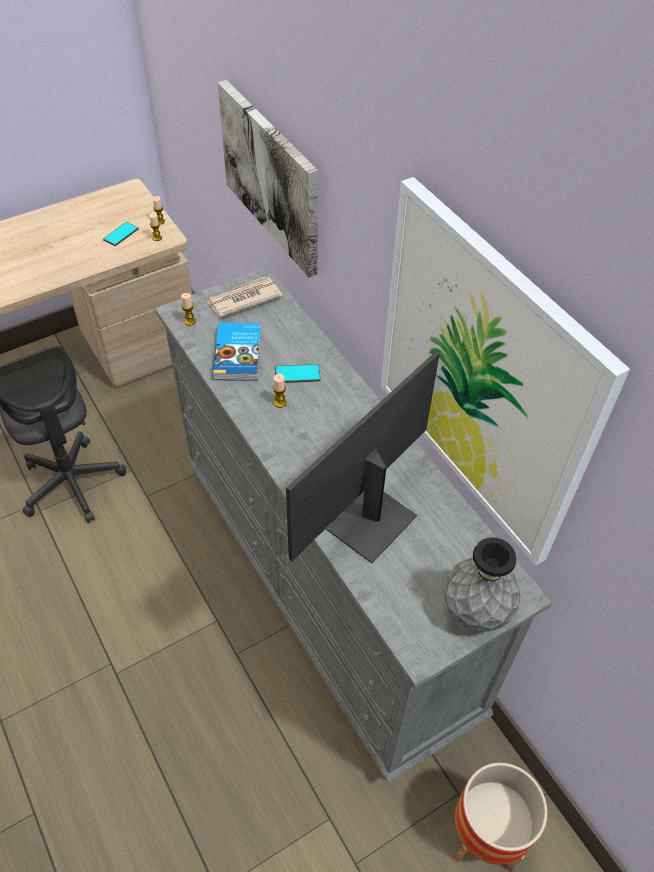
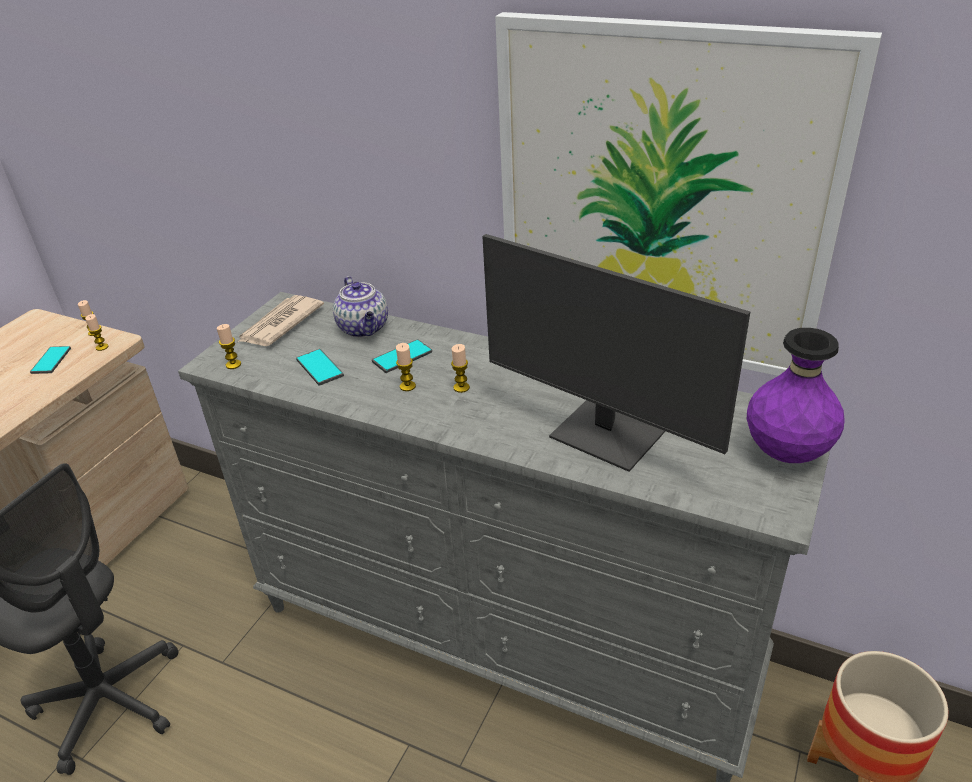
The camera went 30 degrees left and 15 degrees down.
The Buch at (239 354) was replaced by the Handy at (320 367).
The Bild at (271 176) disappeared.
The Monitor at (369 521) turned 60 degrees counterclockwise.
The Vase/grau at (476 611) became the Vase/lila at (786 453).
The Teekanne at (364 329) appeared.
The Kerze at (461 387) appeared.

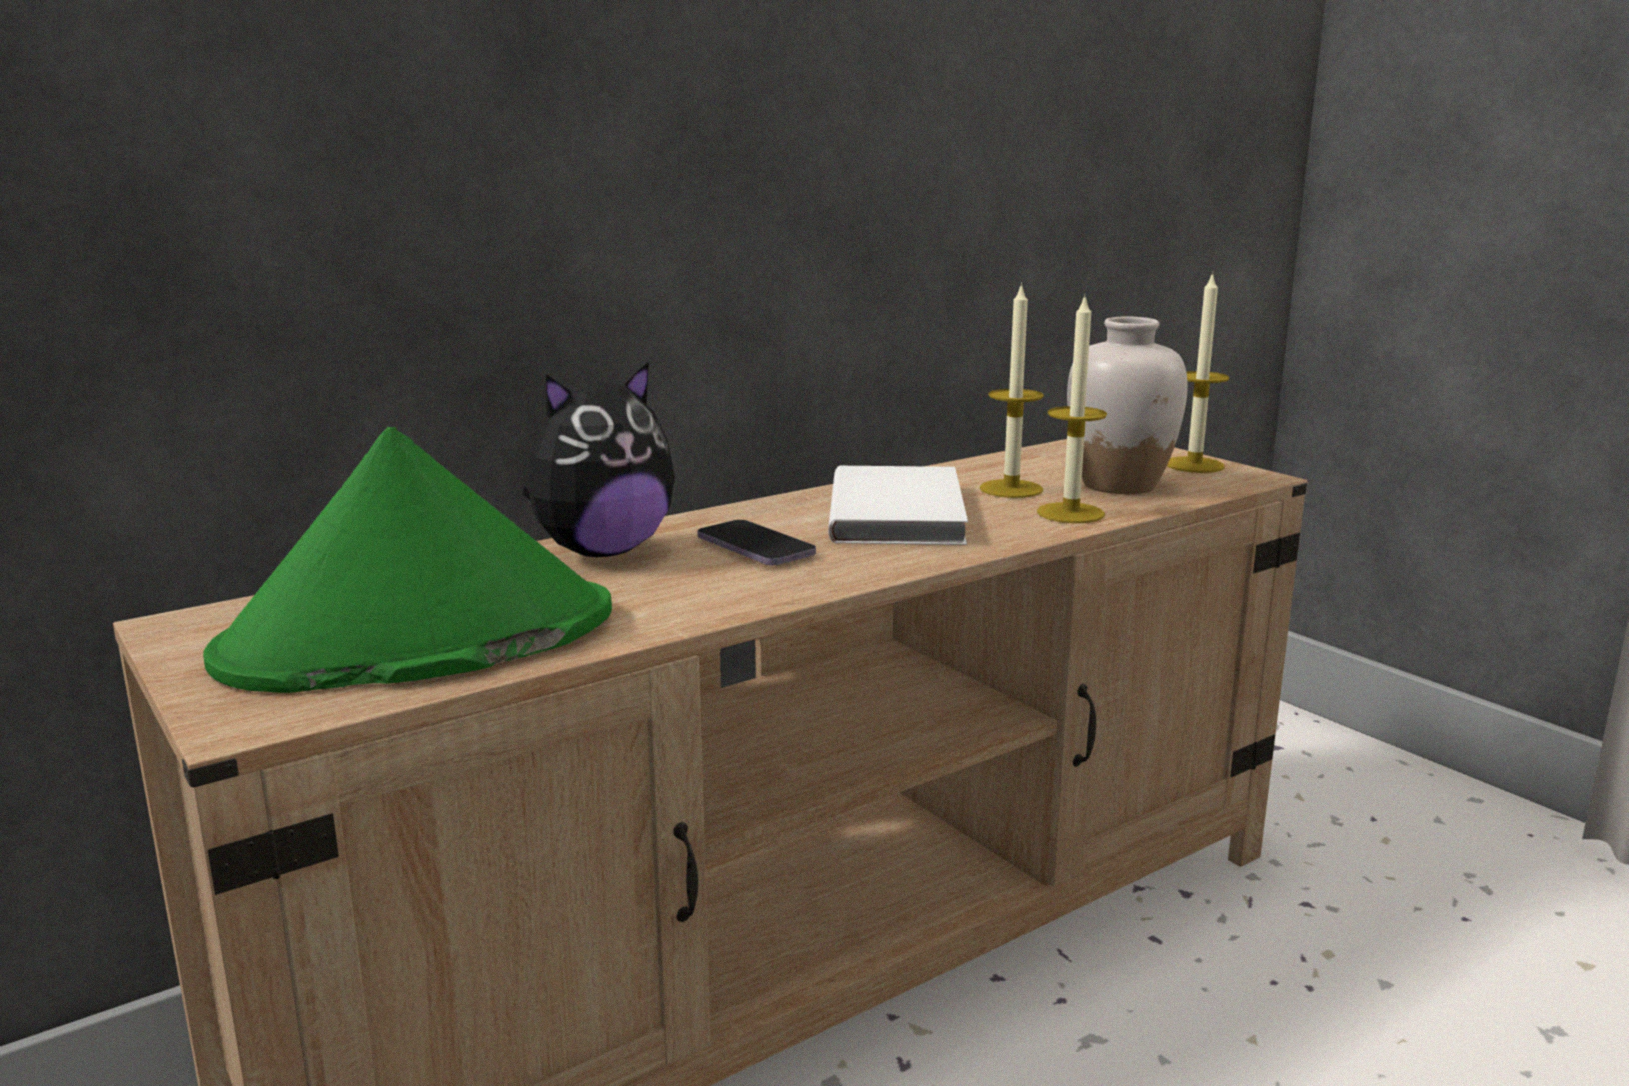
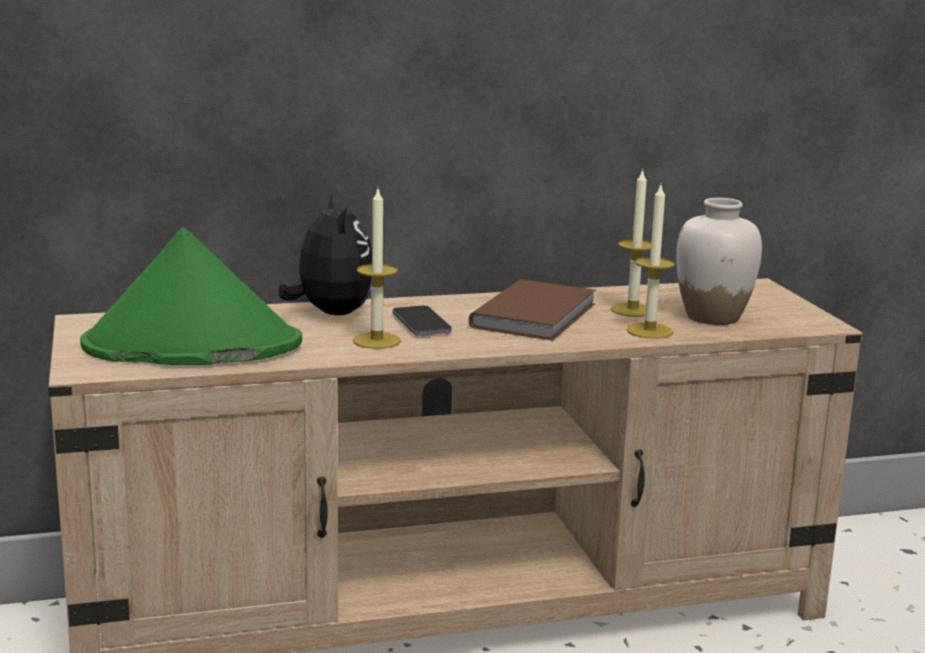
The camera went 20 degrees right and 0 degrees up.
The Plüschtier at (601 551) turned 90 degrees counterclockwise.
The Buch/weiß at (901 512) became the Buch/braun at (538 315).
The Kerze moved from (1194 465) to (377 340).

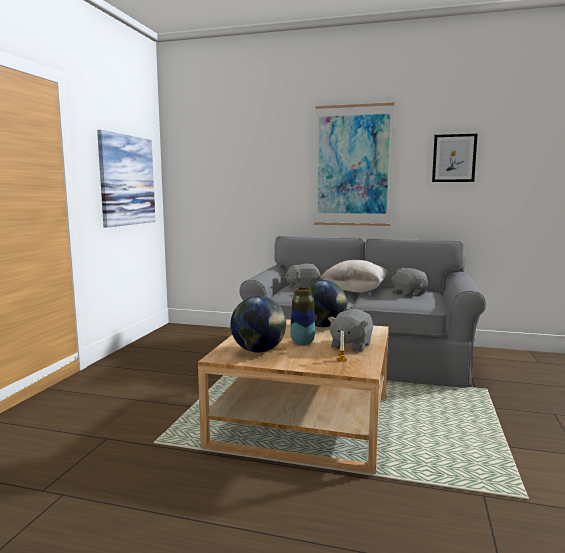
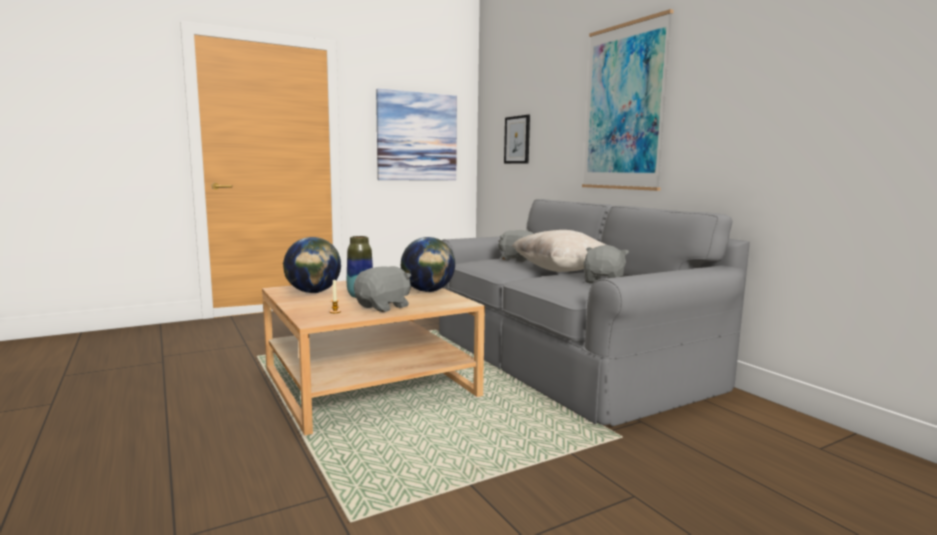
The camera went 45 degrees right and 0 degrees up.
The Plüschtier/grau at (350 345) turned 150 degrees clockwise.
The Bild moved from (454 158) to (517 140).

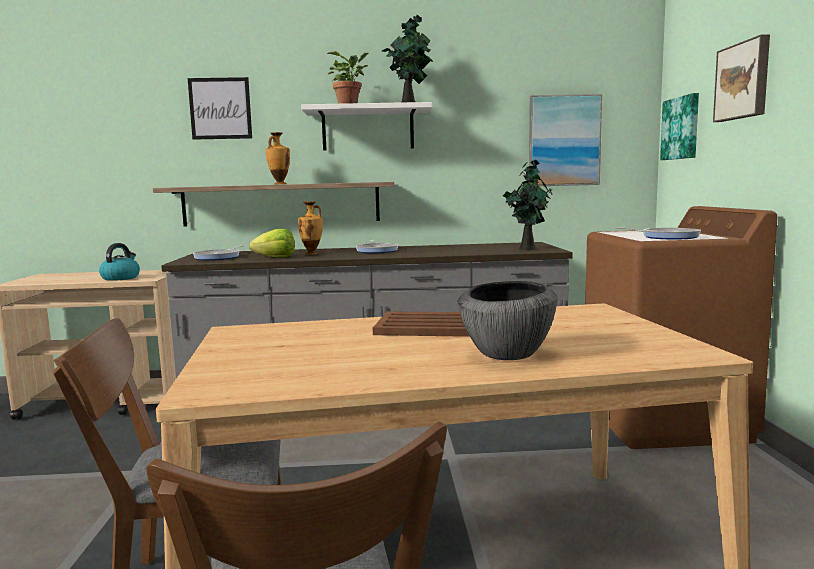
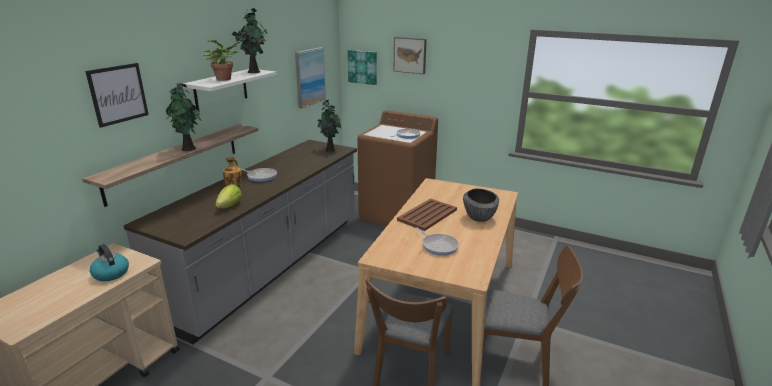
The camera went 60 degrees left and 15 degrees up.
The Pfanne moved from (219 257) to (438 246).
The Vase at (279 184) was replaced by the Topfpflanze at (189 149).

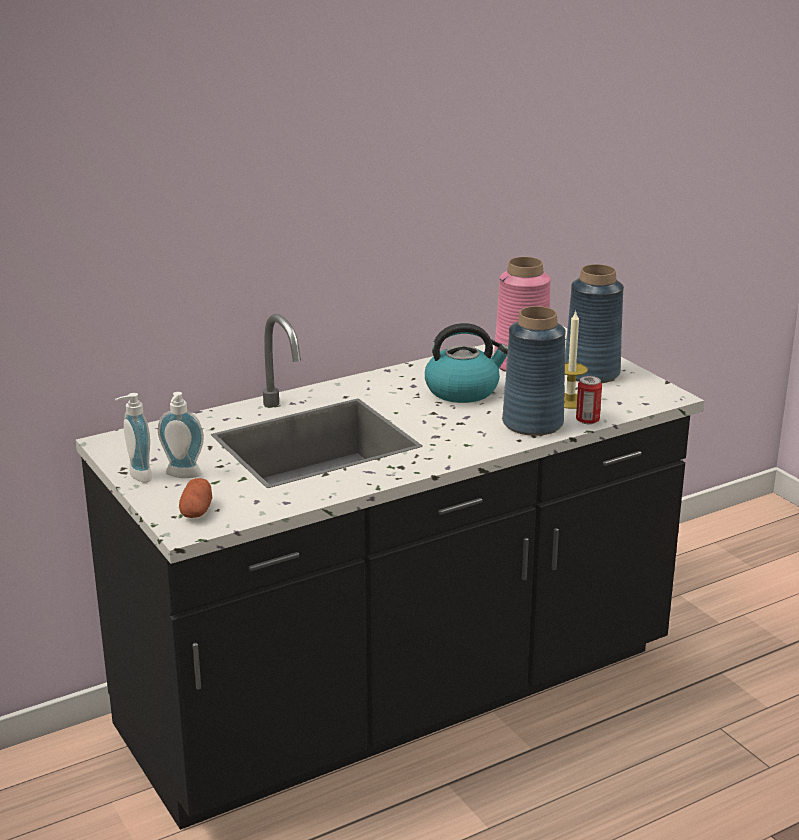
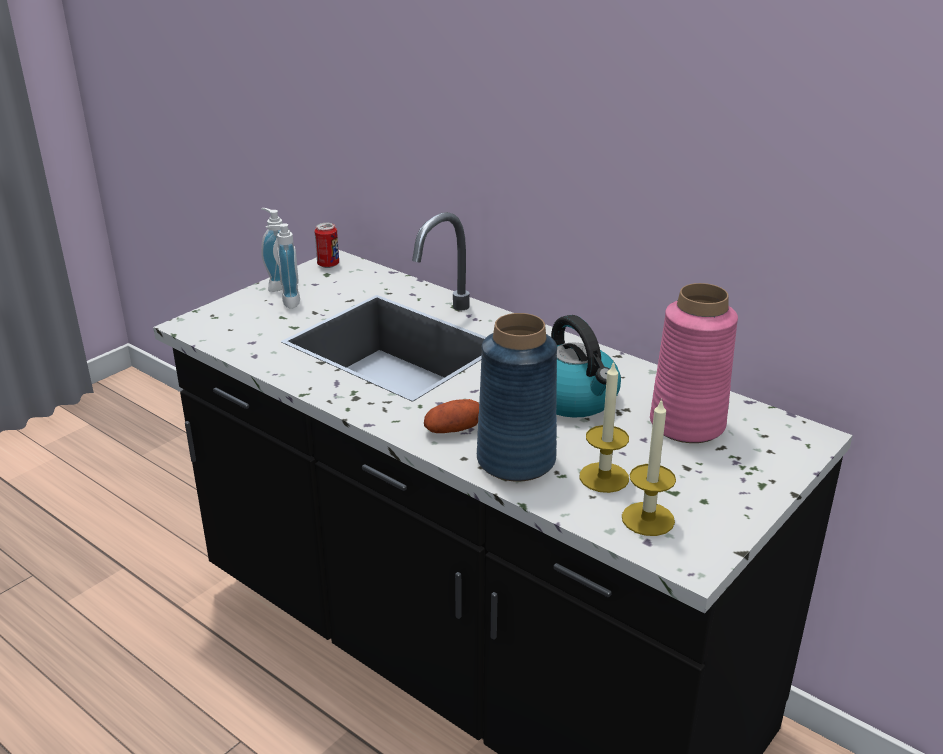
The camera went 70 degrees right and 5 degrees up.
The Kartoffel moved from (196 511) to (452 430).
The Vase/blau at (591 373) disappeared.
The Dose moved from (587 421) to (328 264).
The Kerze at (648 519) appeared.

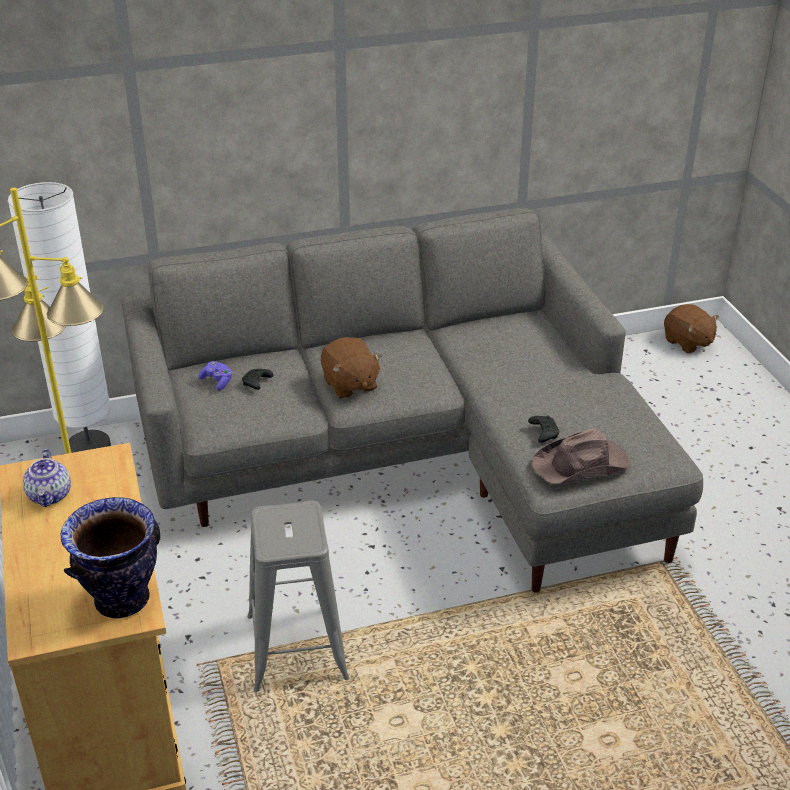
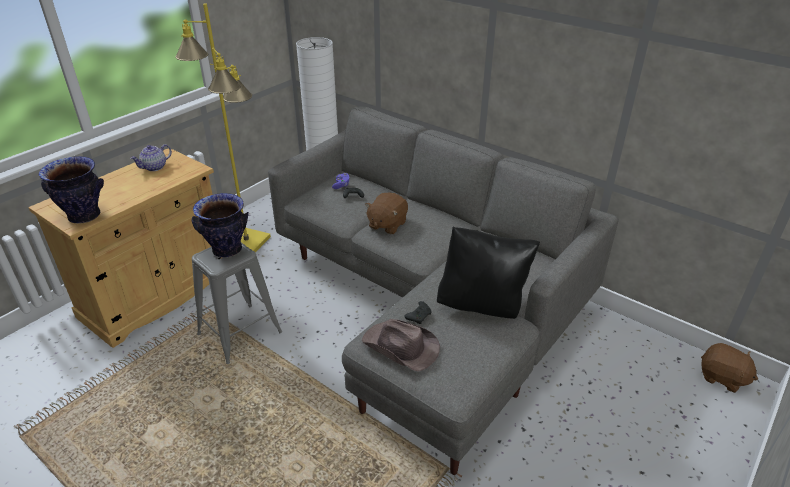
The camera went 55 degrees right and 0 degrees up.
The Plüschtier/braun at (687 342) turned 75 degrees counterclockwise.
The Vase at (227 250) appeared.
The Kissen/schwarz at (482 306) appeared.

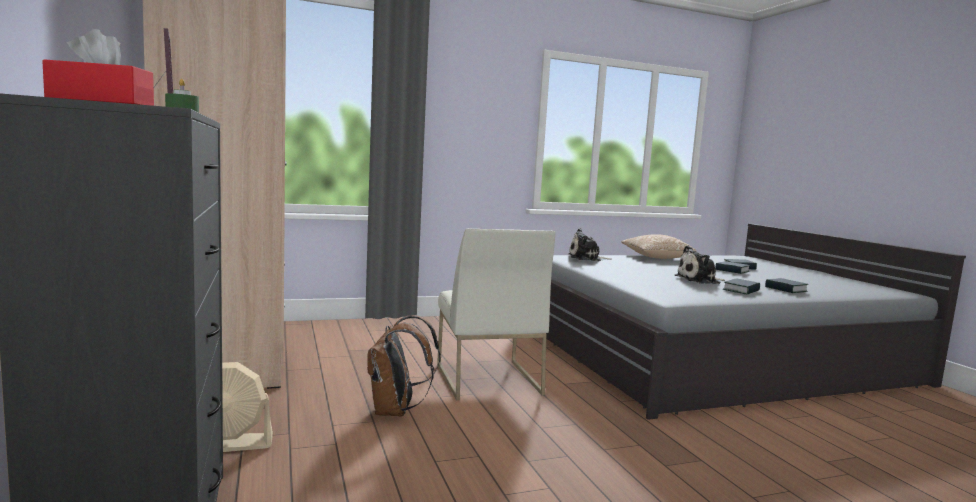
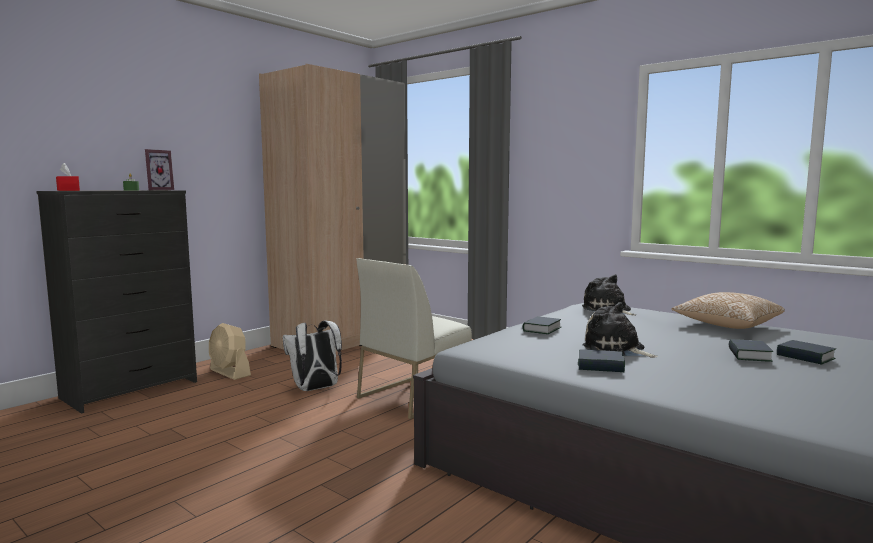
The camera went 60 degrees right and 0 degrees up.
The Rucksack/braun at (396 411) became the Rucksack/weiß at (315 389).
The Buch moved from (785 289) to (542 329).

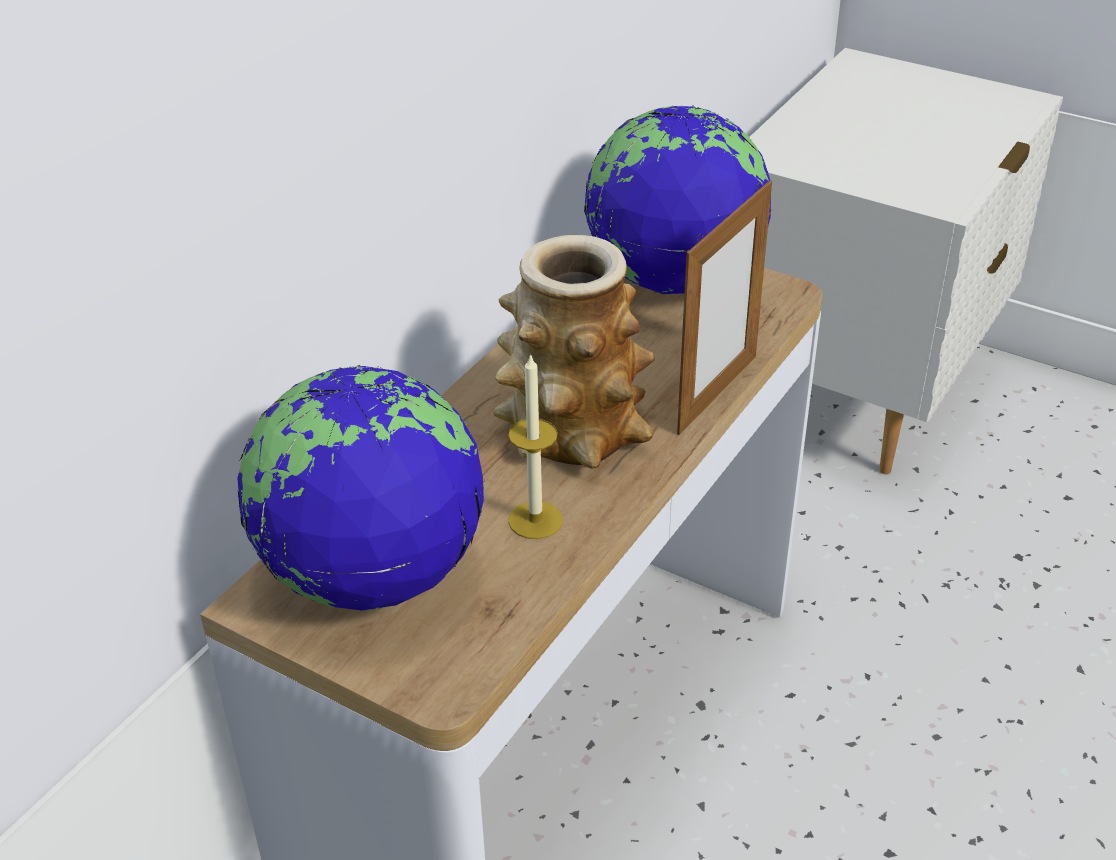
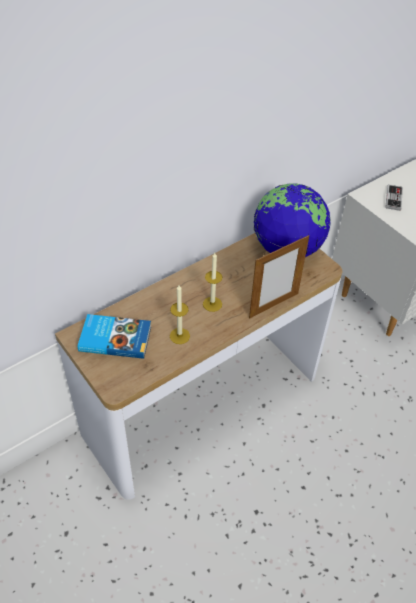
The camera went 20 degrees right and 10 degrees up.
The Globus at (372 574) was replaced by the Buch at (115 338).
The Vase at (573 431) was replaced by the Kerze at (212 304).
The Gamepad at (393 198) appeared.

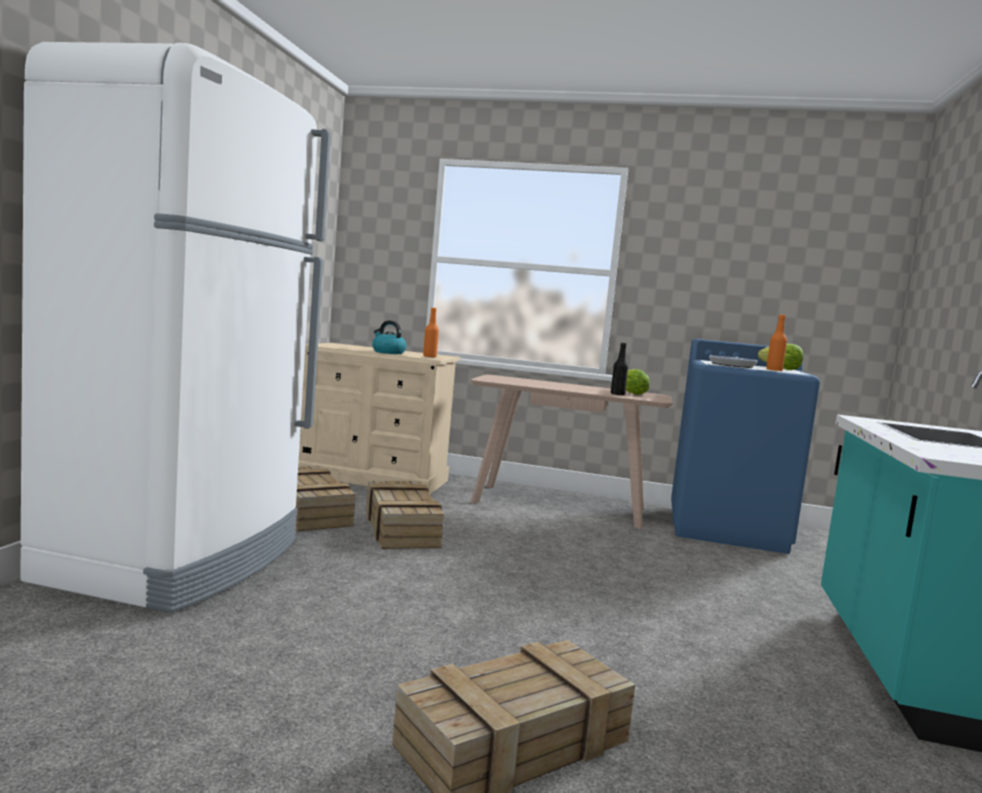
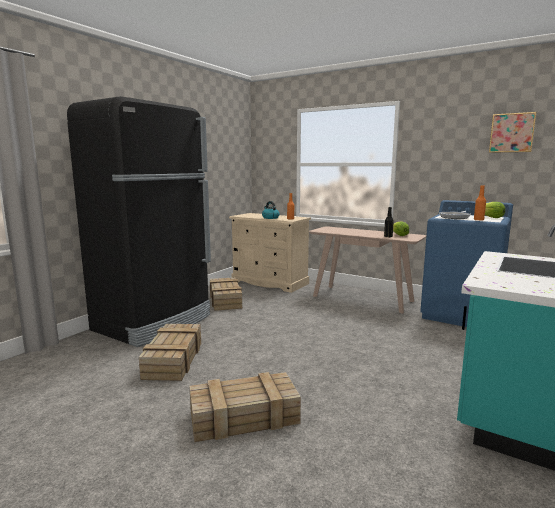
The camera went 20 degrees right and 5 degrees up.
The Kühlschrank/weiß at (178 560) became the Kühlschrank/schwarz at (154 323).
The Kiste moved from (400 527) to (173 359).
The Bild at (512 133) appeared.

